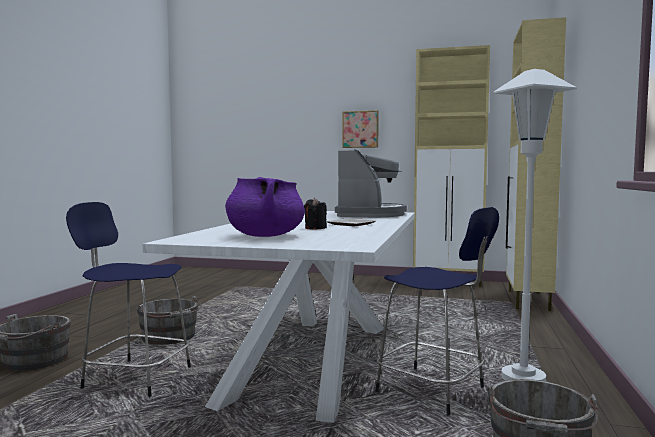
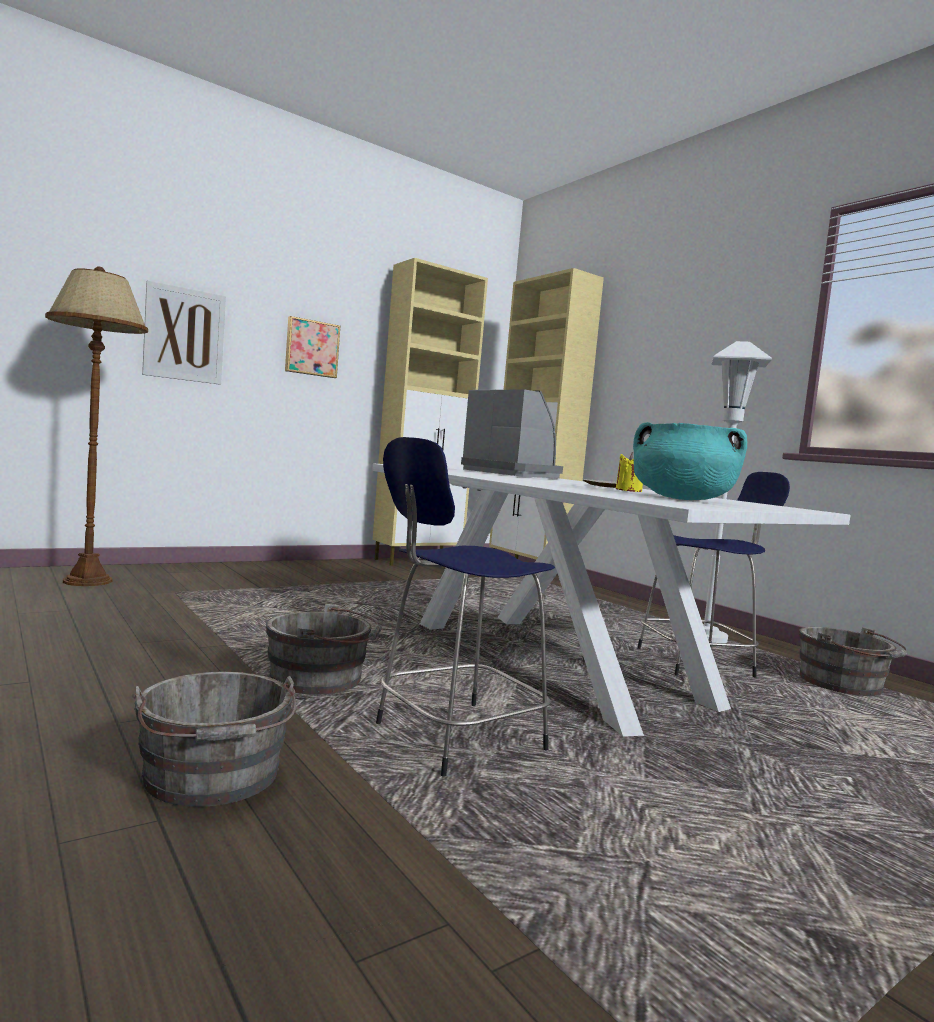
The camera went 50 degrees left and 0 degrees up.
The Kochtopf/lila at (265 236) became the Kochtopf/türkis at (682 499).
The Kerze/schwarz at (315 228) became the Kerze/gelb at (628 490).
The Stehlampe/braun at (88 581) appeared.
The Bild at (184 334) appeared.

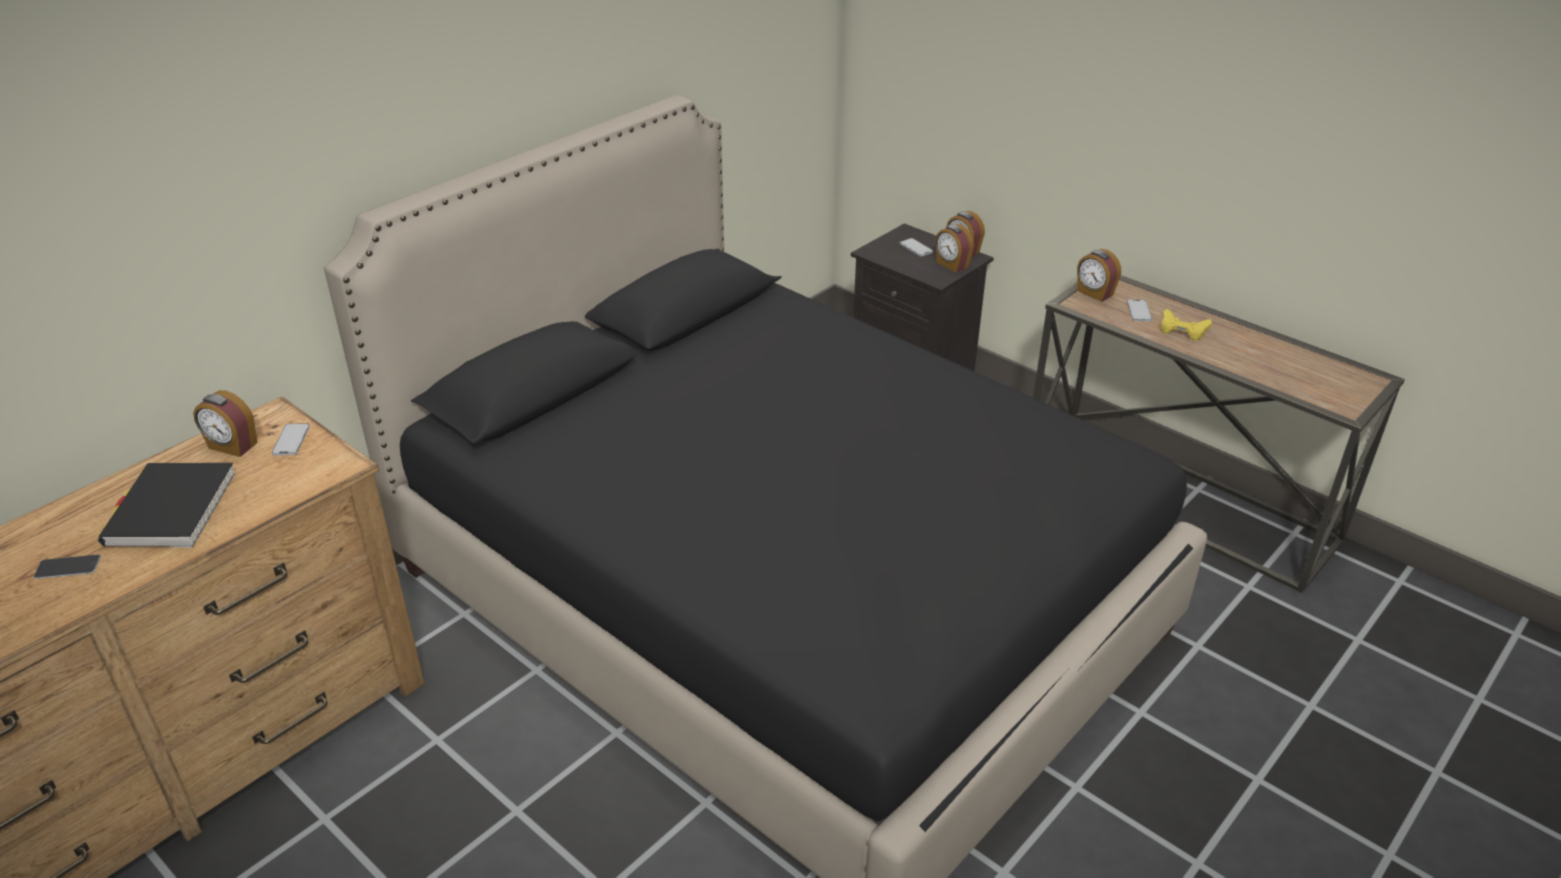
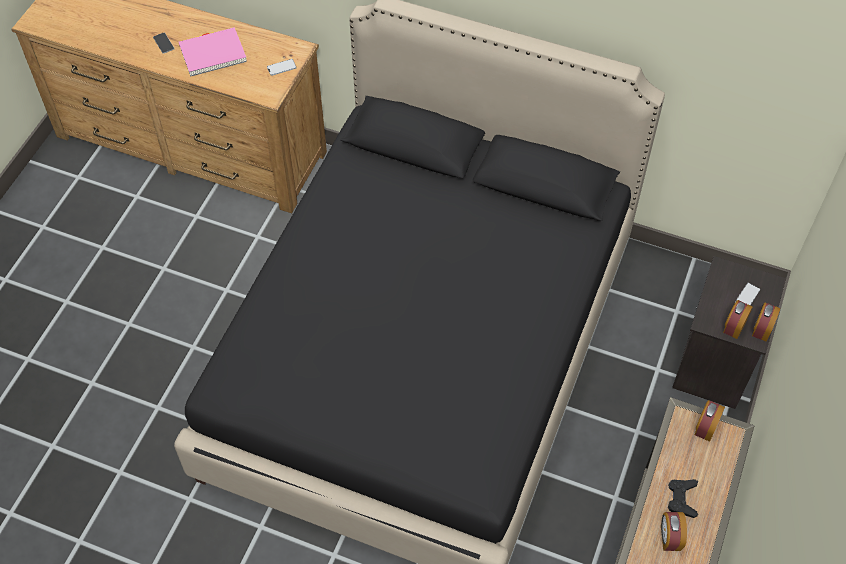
The camera went 70 degrees right and 20 degrees up.
The Buch/schwarz at (171 510) became the Buch/rosa at (213 54).
The Wecker moved from (232 446) to (669 538).
The Handy at (1139 311) disappeared.
The Gamepad/gelb at (1182 329) became the Gamepad/schwarz at (682 499).

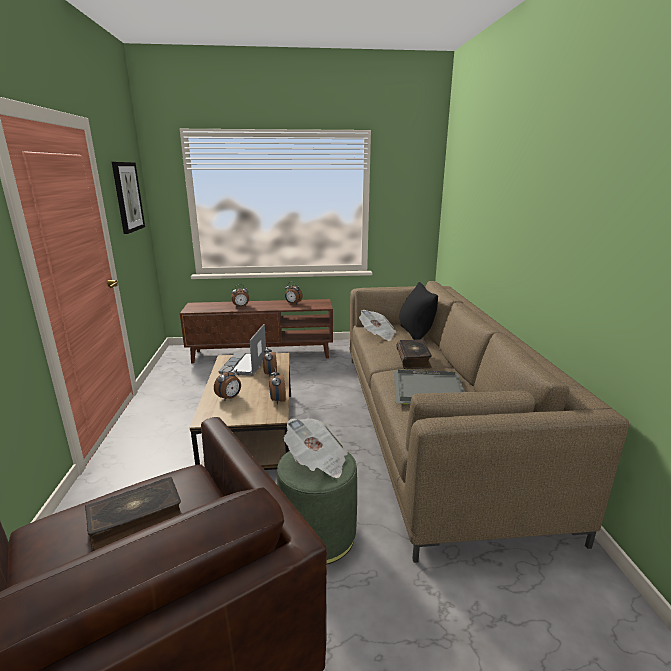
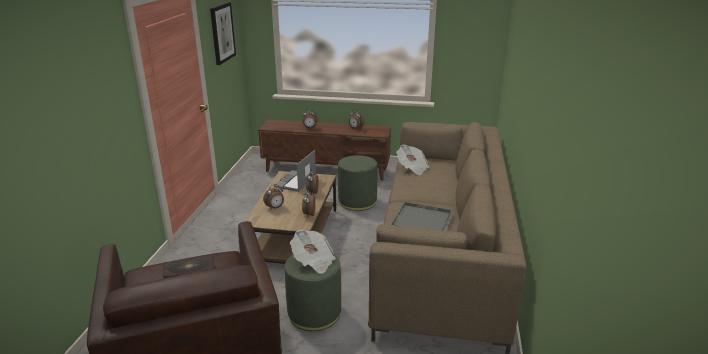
The camera went 15 degrees right and 5 degrees up.
The Buch at (414 359) disappeared.
The Kissen/schwarz at (415 334) disappeared.
The Polsterhocker/grün at (357 201) appeared.

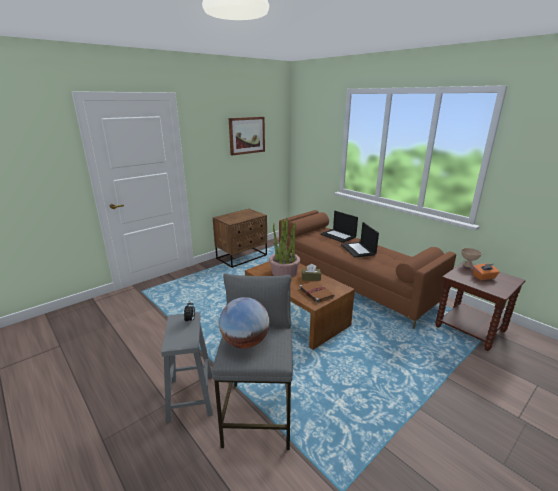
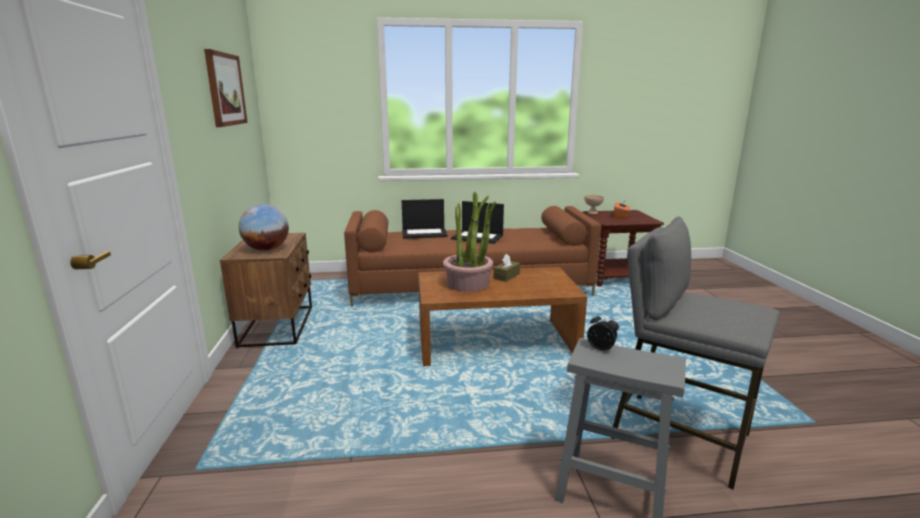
The camera went 55 degrees left and 5 degrees down.
The Globus moved from (245 342) to (266 249).
The Buch/braun at (315 292) disappeared.

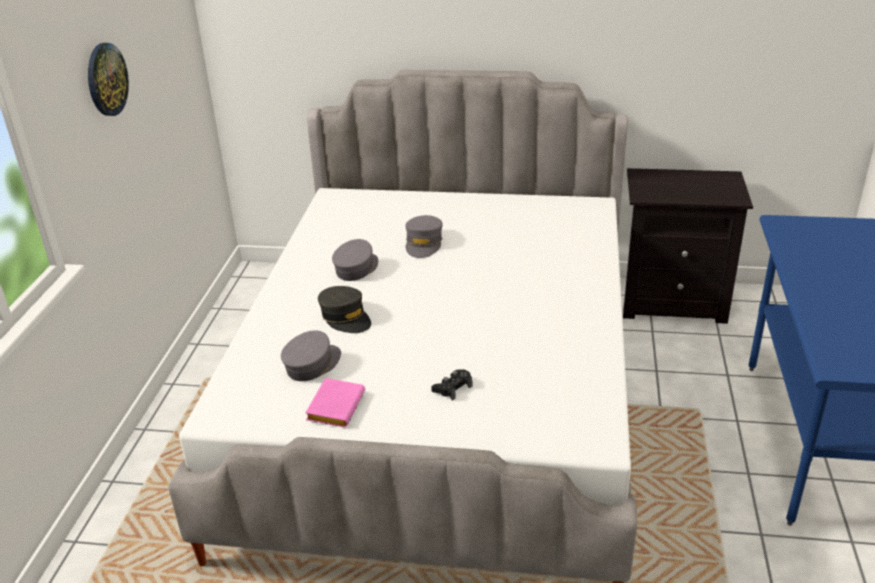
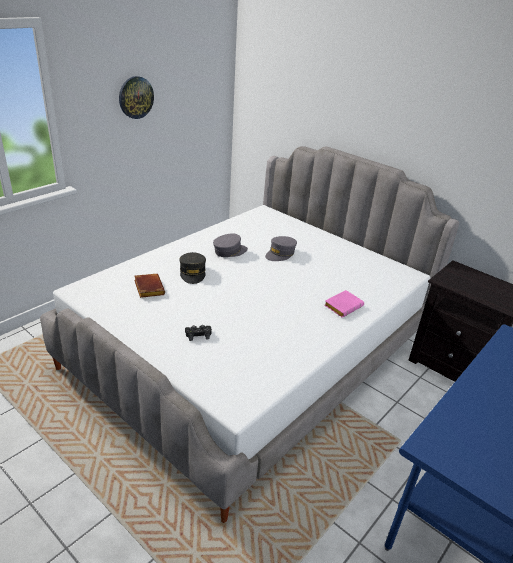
The camera went 30 degrees right and 0 degrees up.
The Kappe/grau at (312 365) was replaced by the Buch/braun at (148 288).
The Buch/rosa moved from (335 406) to (343 306).

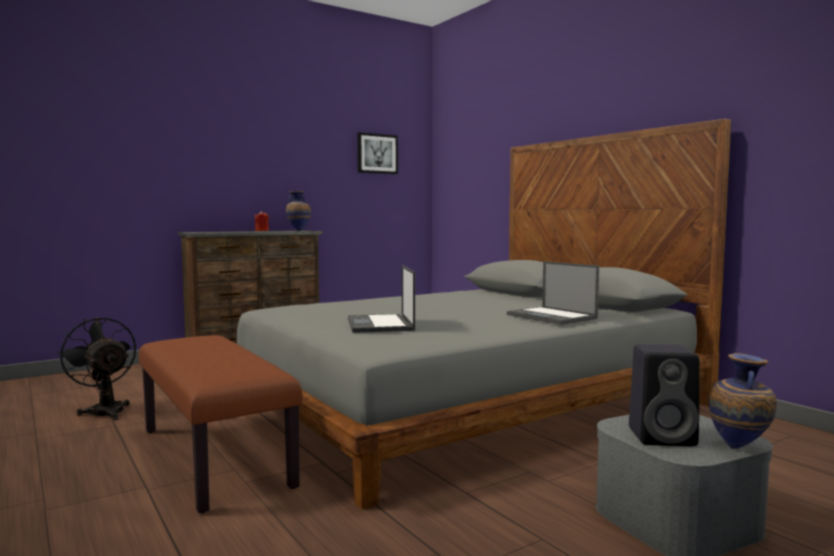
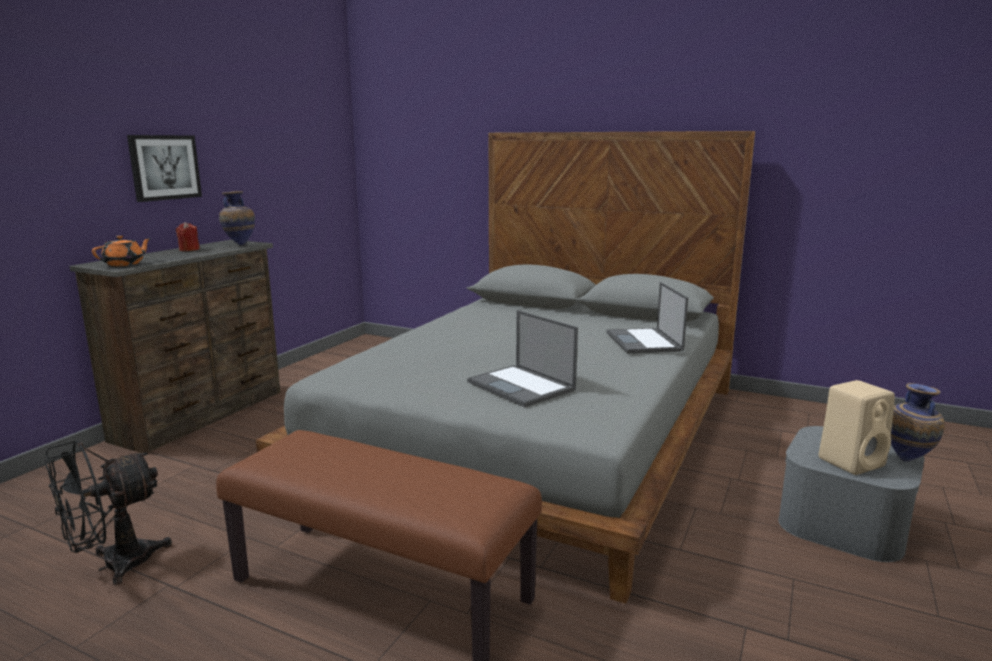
The camera went 30 degrees left and 10 degrees up.
The Ventilator/schwarz at (104 410) turned 60 degrees counterclockwise.
The Bild moved from (377 154) to (164 167).
The Laptop at (552 316) turned 60 degrees clockwise.
The Lautsprecher/schwarz at (664 437) became the Lautsprecher/beige at (852 461).
The Teekanne/orange at (125 264) appeared.

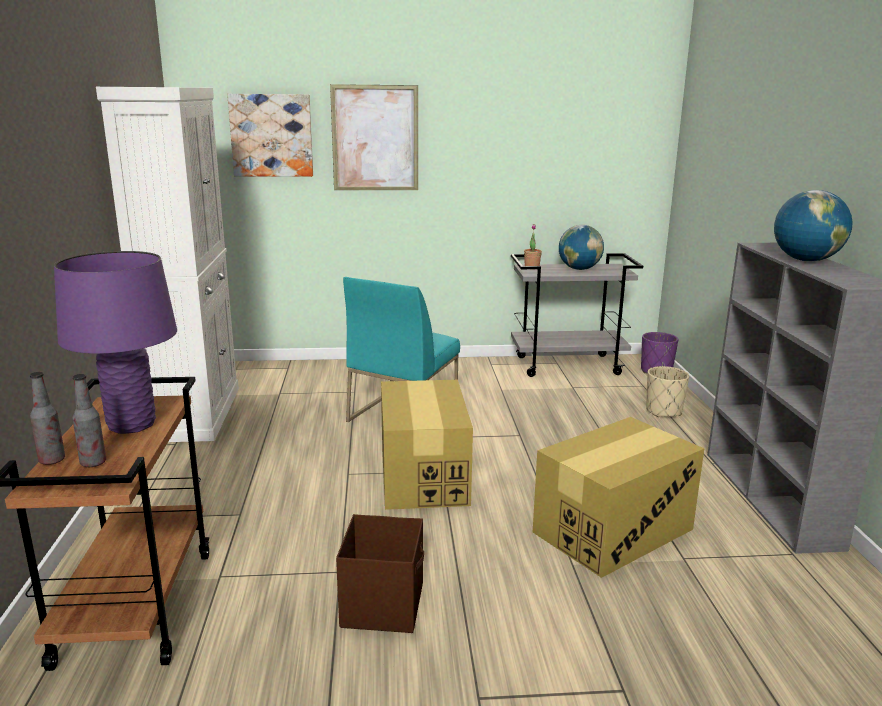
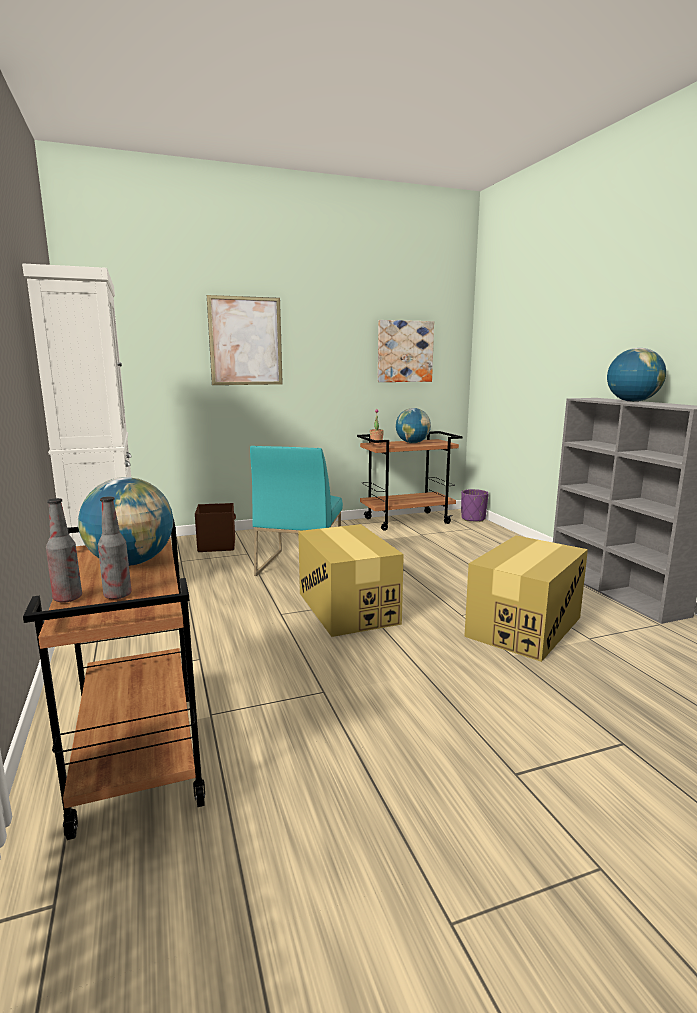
The camera went 15 degrees left and 5 degrees down.
The Tischlampe/lila at (131 425) was replaced by the Globus at (131 563).
The Bild moved from (271 135) to (404 351).
The Aufbewahrungsbox/braun moved from (383 605) to (217 545).
The Rollwagen/grau at (568 365) became the Rollwagen/braun at (407 521).
The Pflanzkübel/beige at (663 411) disappeared.

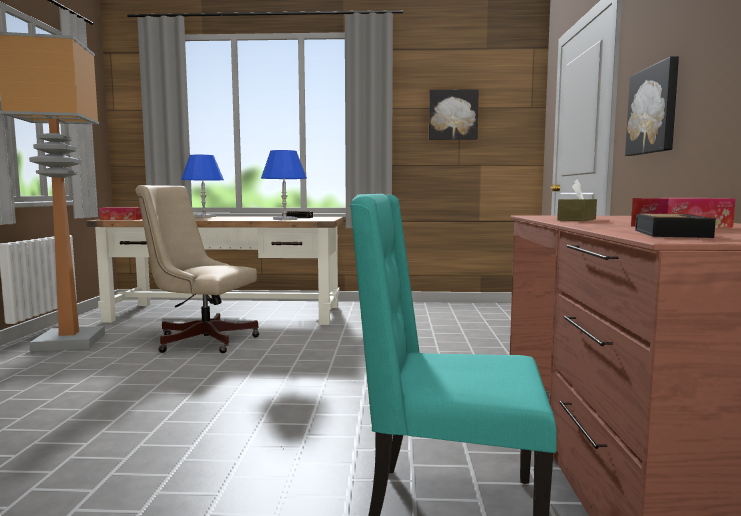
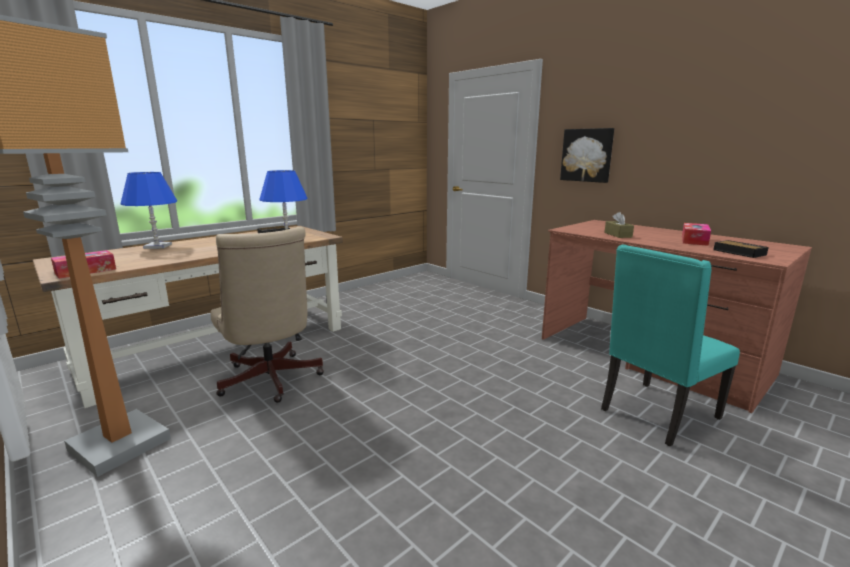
The camera went 45 degrees left and 10 degrees up.
The Bürostuhl/beige at (201 340) turned 90 degrees counterclockwise.
The Bild at (453 115) disappeared.

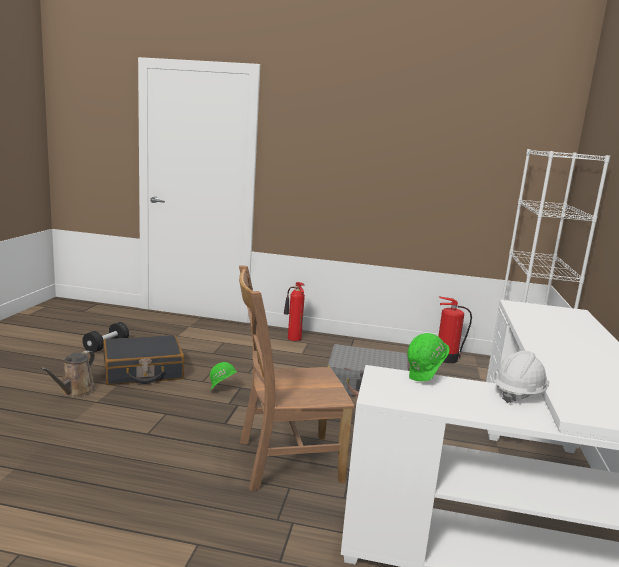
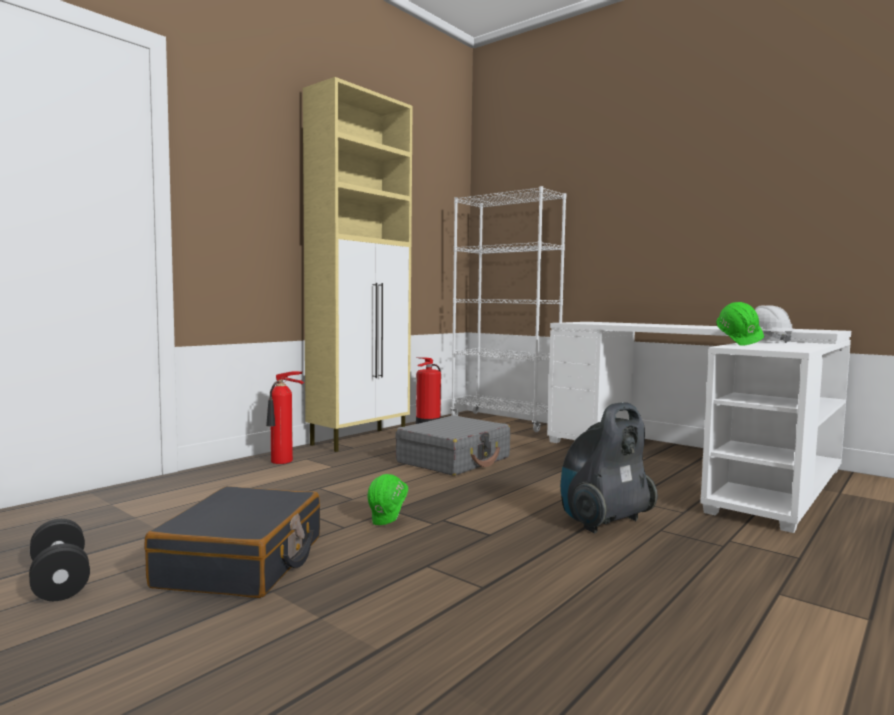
The camera went 60 degrees left and 10 degrees down.
The Gießkanne/braun at (75 391) disappeared.
The Stuhl/braun at (284 461) was replaced by the Staubsauger at (602 522).
The Schrank/beige at (360 440) appeared.

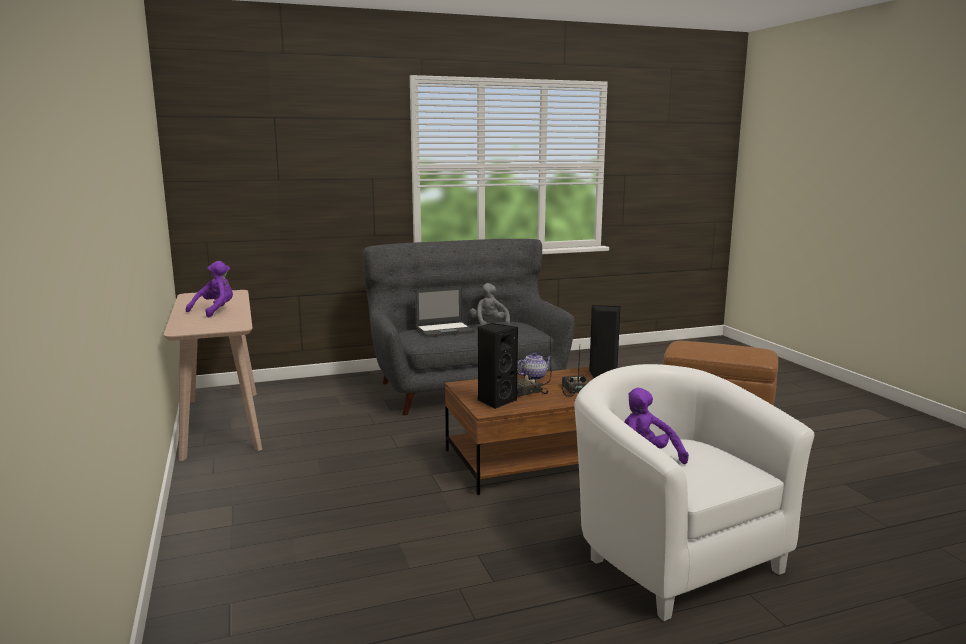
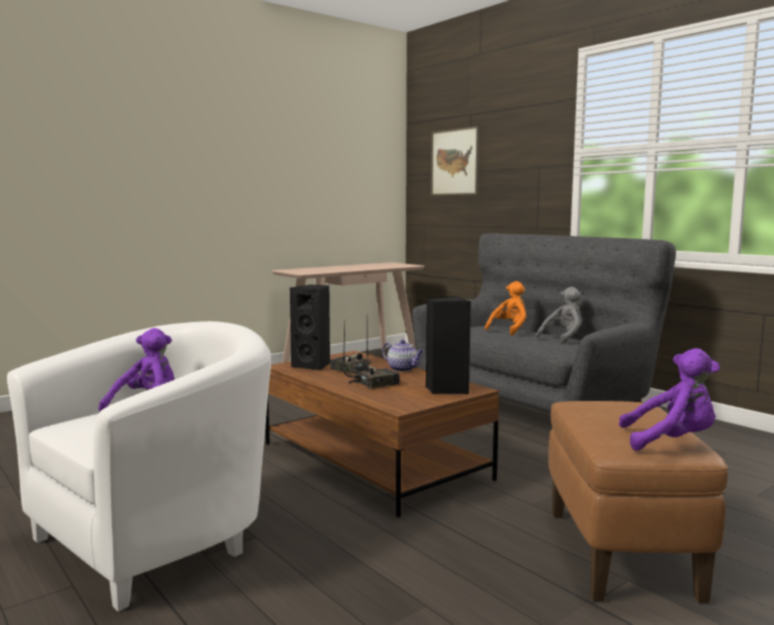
The camera went 70 degrees right and 5 degrees down.
The Plüschtier/lila moved from (215 311) to (671 442).
The Laptop at (445 330) was replaced by the Plüschtier/orange at (509 330).
The Bild at (454 162) appeared.

